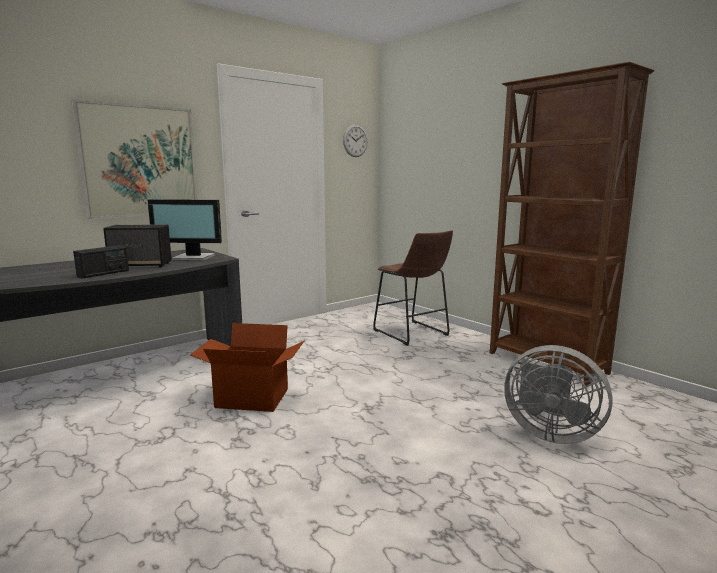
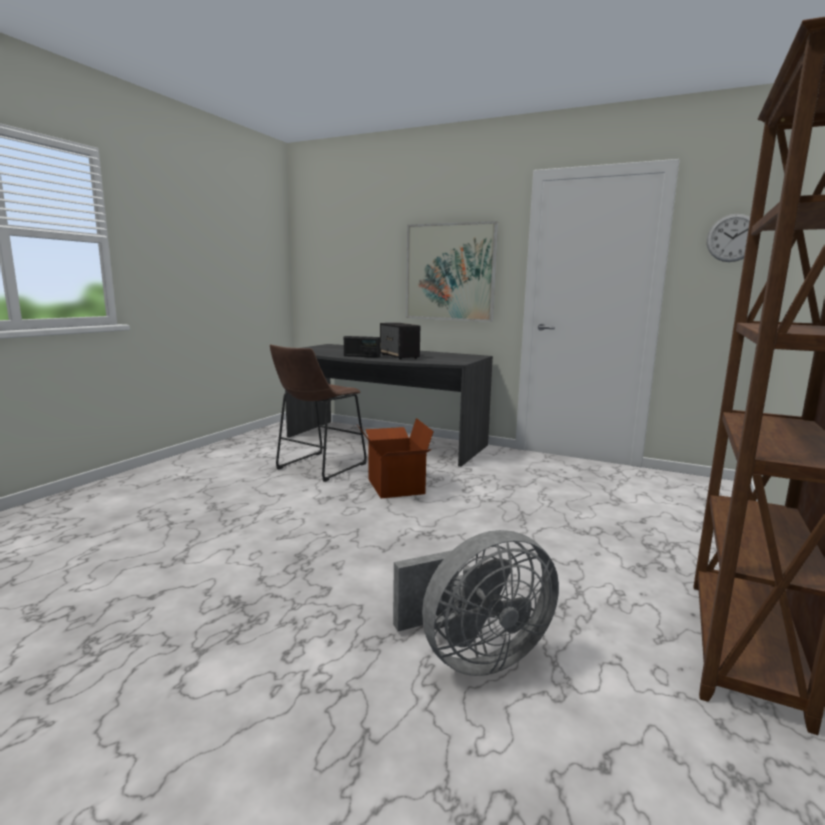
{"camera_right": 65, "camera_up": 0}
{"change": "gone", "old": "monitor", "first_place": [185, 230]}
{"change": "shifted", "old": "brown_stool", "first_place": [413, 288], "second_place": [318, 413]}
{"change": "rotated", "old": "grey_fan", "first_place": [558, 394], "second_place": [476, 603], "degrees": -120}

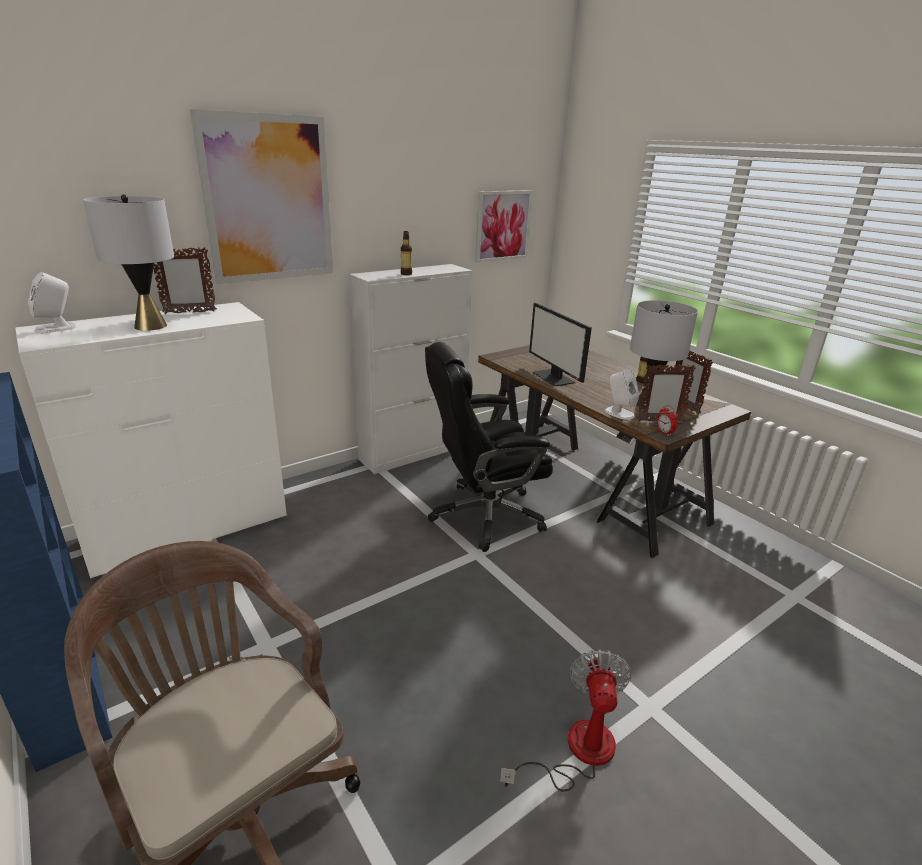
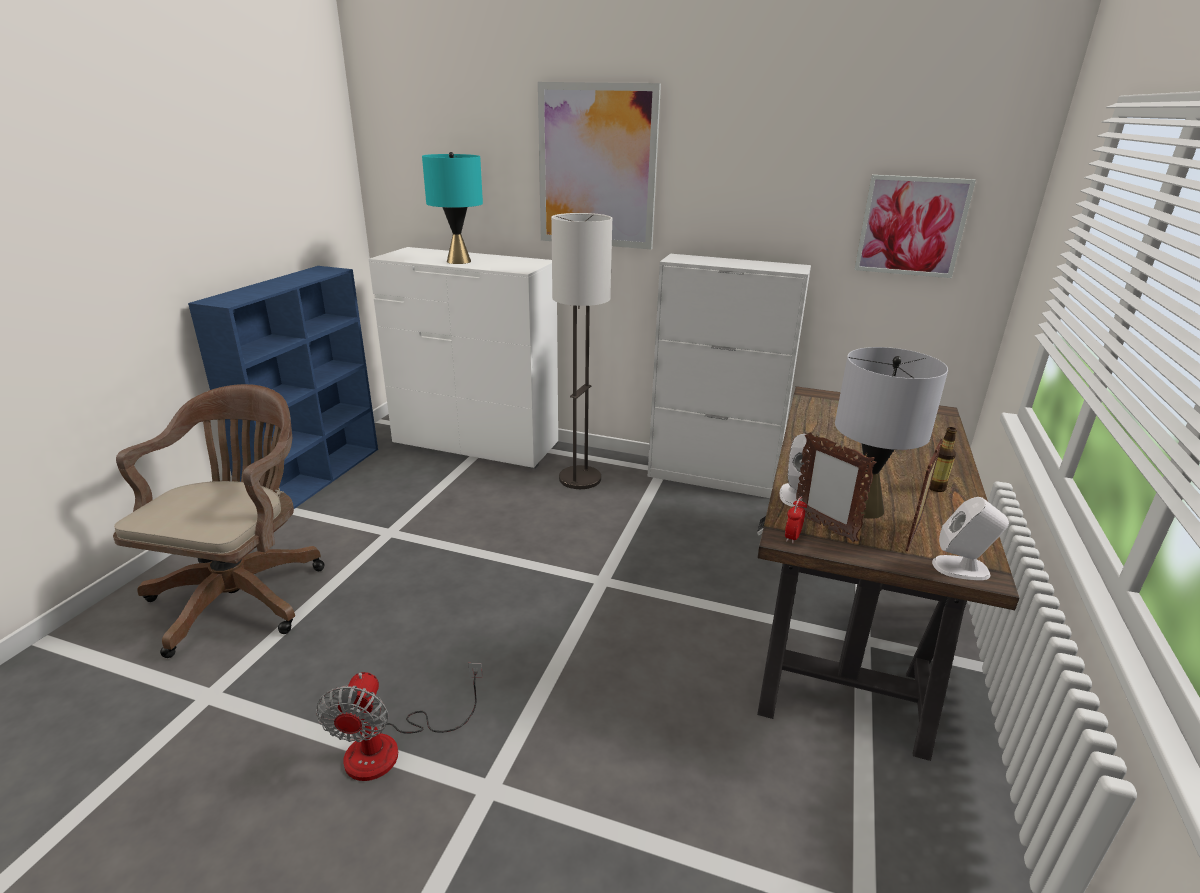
{"camera_right": 55, "camera_up": 0}
{"change": "repainted", "old": "grey_table_lamp", "new": "turquoise_table_lamp", "first_place": [128, 262], "second_place": [452, 208]}
{"change": "gone", "old": "bottle", "first_place": [406, 253]}
{"change": "gone", "old": "picture_frame", "first_place": [185, 280]}
{"change": "shifted", "old": "white_speaker", "first_place": [53, 302], "second_place": [970, 538]}
{"change": "gone", "old": "monitor", "first_place": [560, 344]}
{"change": "gone", "old": "black_office_chair", "first_place": [489, 447]}
{"change": "rotated", "old": "fan", "first_place": [566, 720], "second_place": [399, 722], "degrees": 120}
{"change": "new", "new": "floor_lamp", "second_place": [581, 351]}

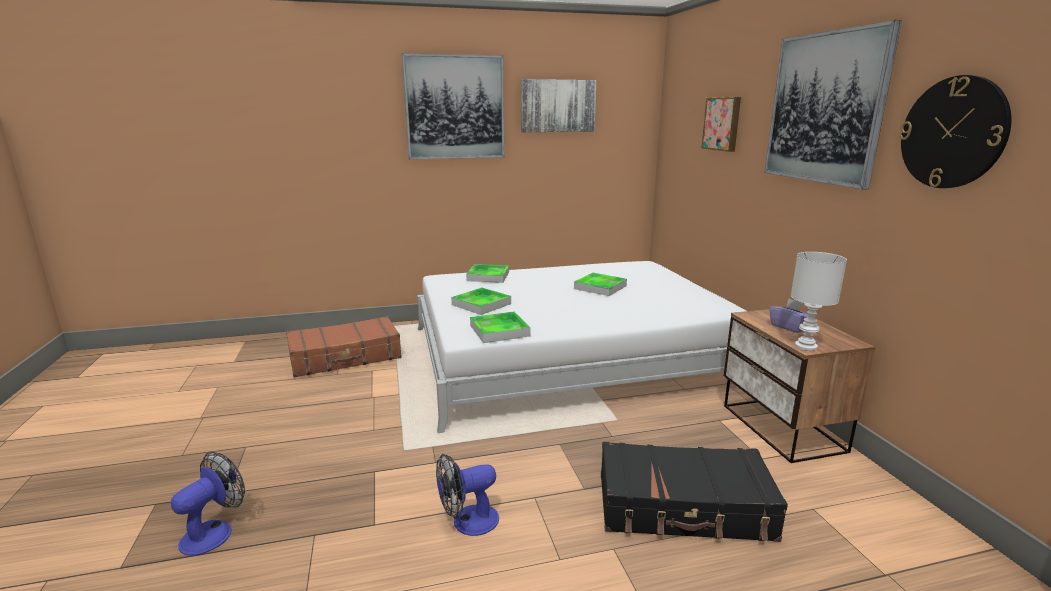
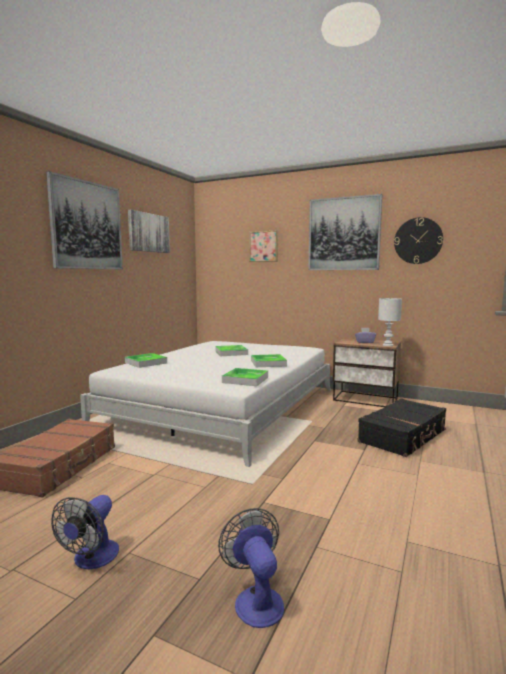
{"camera_right": -50, "camera_up": -10}
{"change": "shifted", "old": "tray", "first_place": [481, 301], "second_place": [269, 360]}
{"change": "shifted", "old": "fan", "first_place": [467, 495], "second_place": [85, 532]}

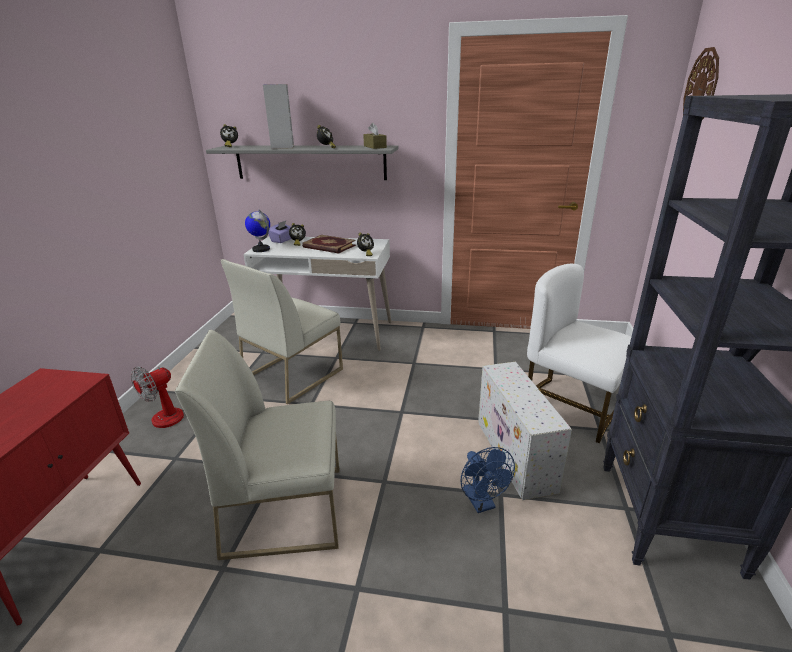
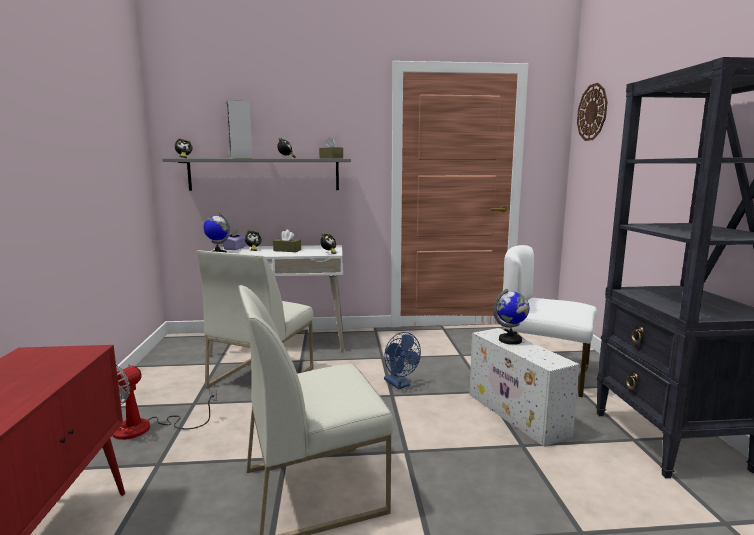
{"camera_right": -15, "camera_up": -15}
{"change": "swapped", "old": "book", "new": "brown_tissue_box", "first_place": [329, 244], "second_place": [287, 241]}
{"change": "shifted", "old": "blue_fan", "first_place": [488, 480], "second_place": [402, 360]}
{"change": "new", "new": "globe", "second_place": [511, 317]}

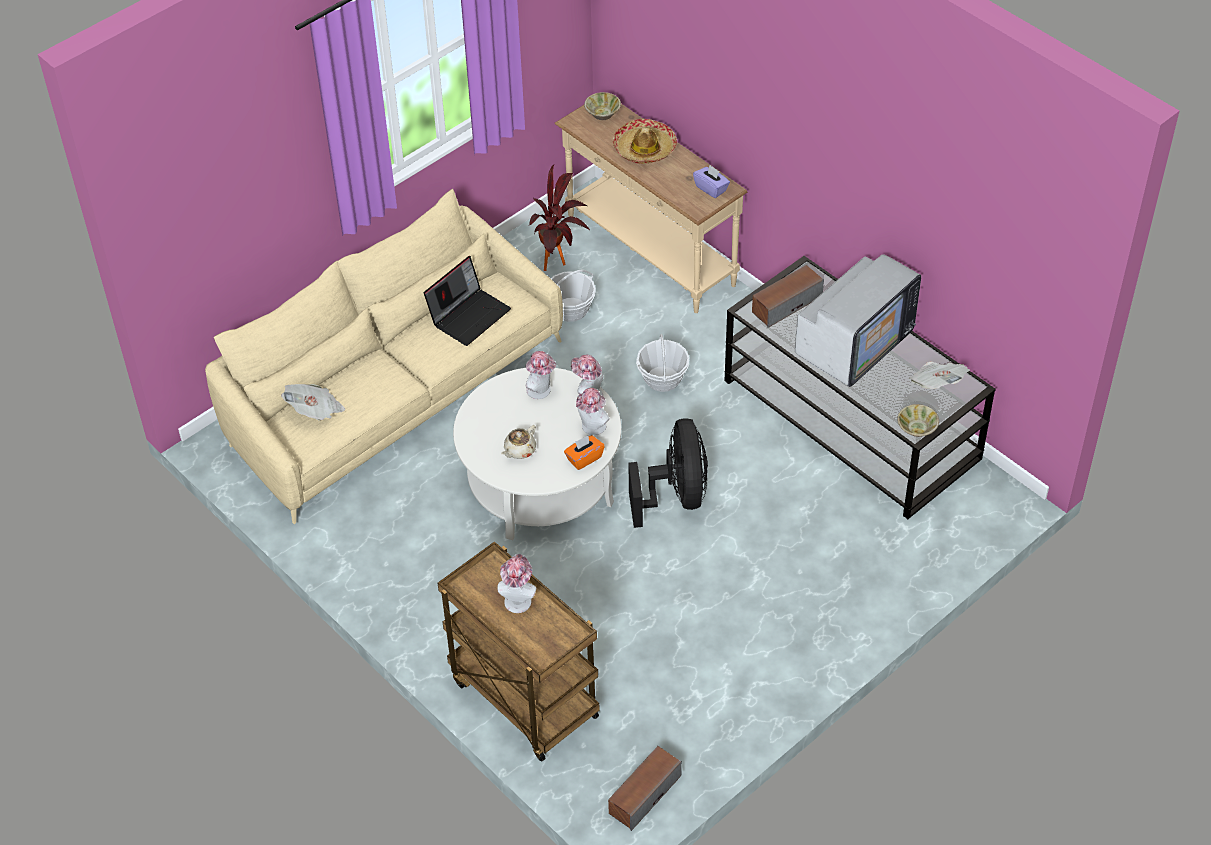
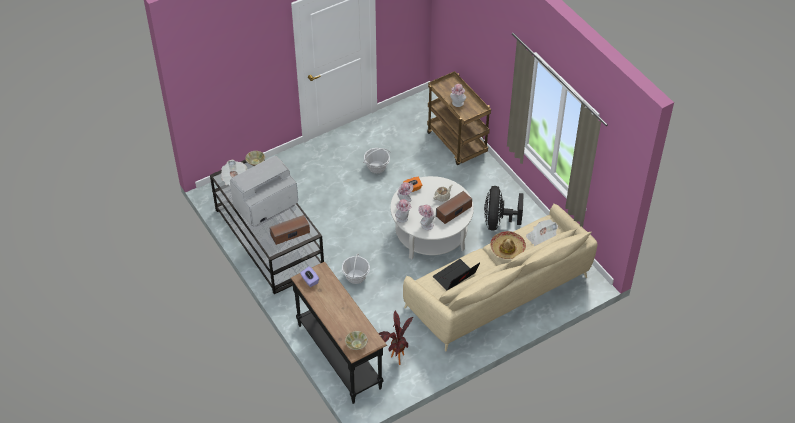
{"camera_right": -170, "camera_up": 0}
{"change": "repainted", "old": "beige_console_table", "new": "black_console_table", "first_place": [650, 208], "second_place": [339, 333]}
{"change": "shifted", "old": "hat", "first_place": [645, 141], "second_place": [508, 245]}
{"change": "shifted", "old": "basket", "first_place": [573, 296], "second_place": [376, 160]}
{"change": "shifted", "old": "black_fan", "first_place": [668, 473], "second_place": [504, 208]}
{"change": "shifted", "old": "speaker", "first_place": [645, 788], "second_place": [454, 207]}

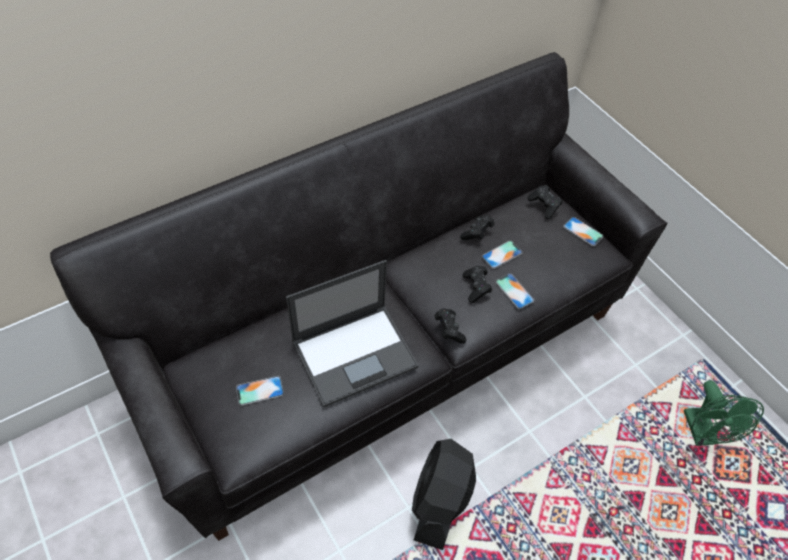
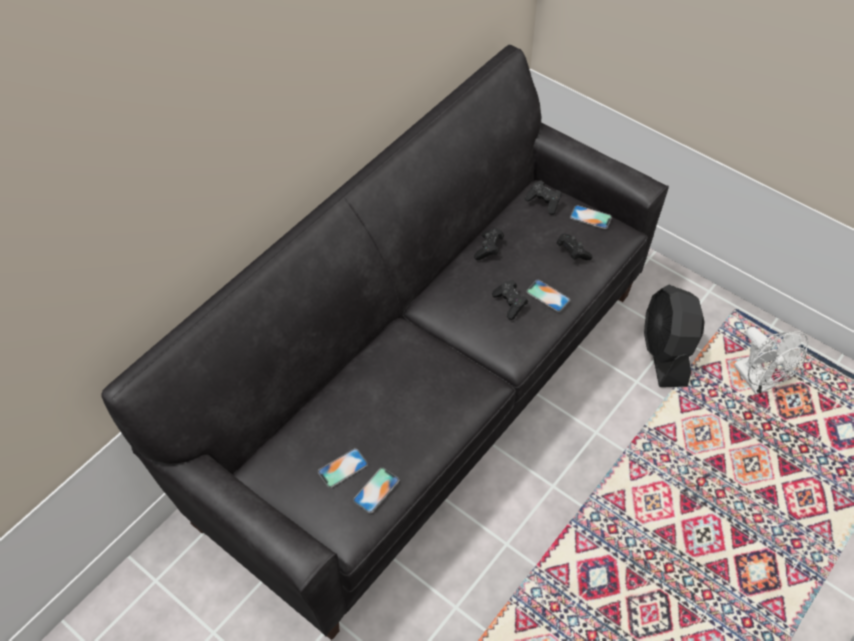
{"camera_right": -15, "camera_up": 0}
{"change": "shifted", "old": "phone", "first_place": [502, 255], "second_place": [376, 490]}
{"change": "gone", "old": "laptop", "first_place": [352, 334]}
{"change": "shifted", "old": "black_game_controller", "first_place": [450, 326], "second_place": [574, 246]}
{"change": "repainted", "old": "green_fan", "new": "white_fan", "first_place": [724, 413], "second_place": [771, 361]}
{"change": "shifted", "old": "black_fan", "first_place": [444, 494], "second_place": [674, 336]}

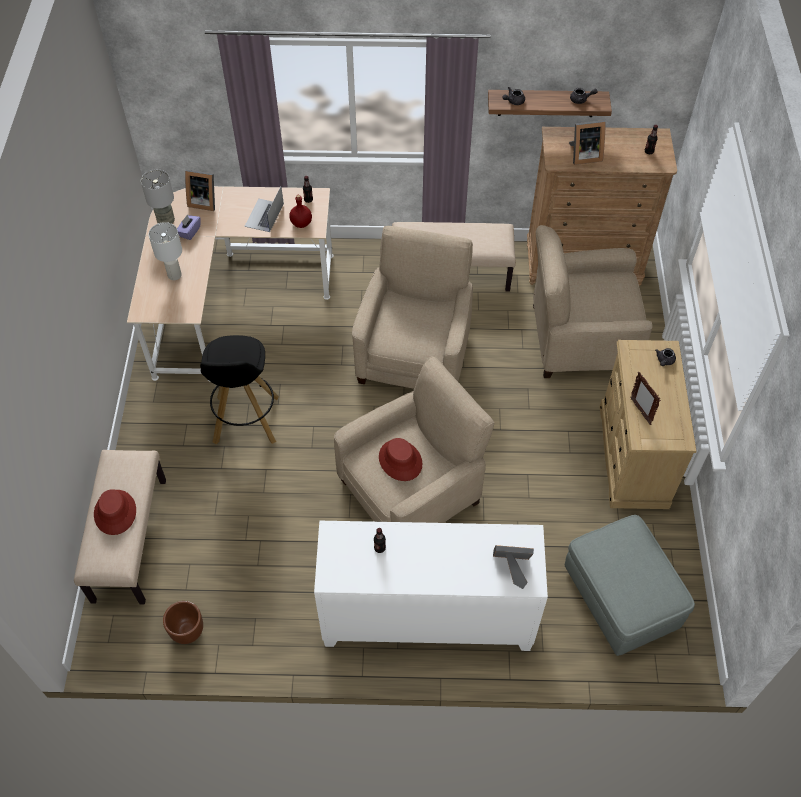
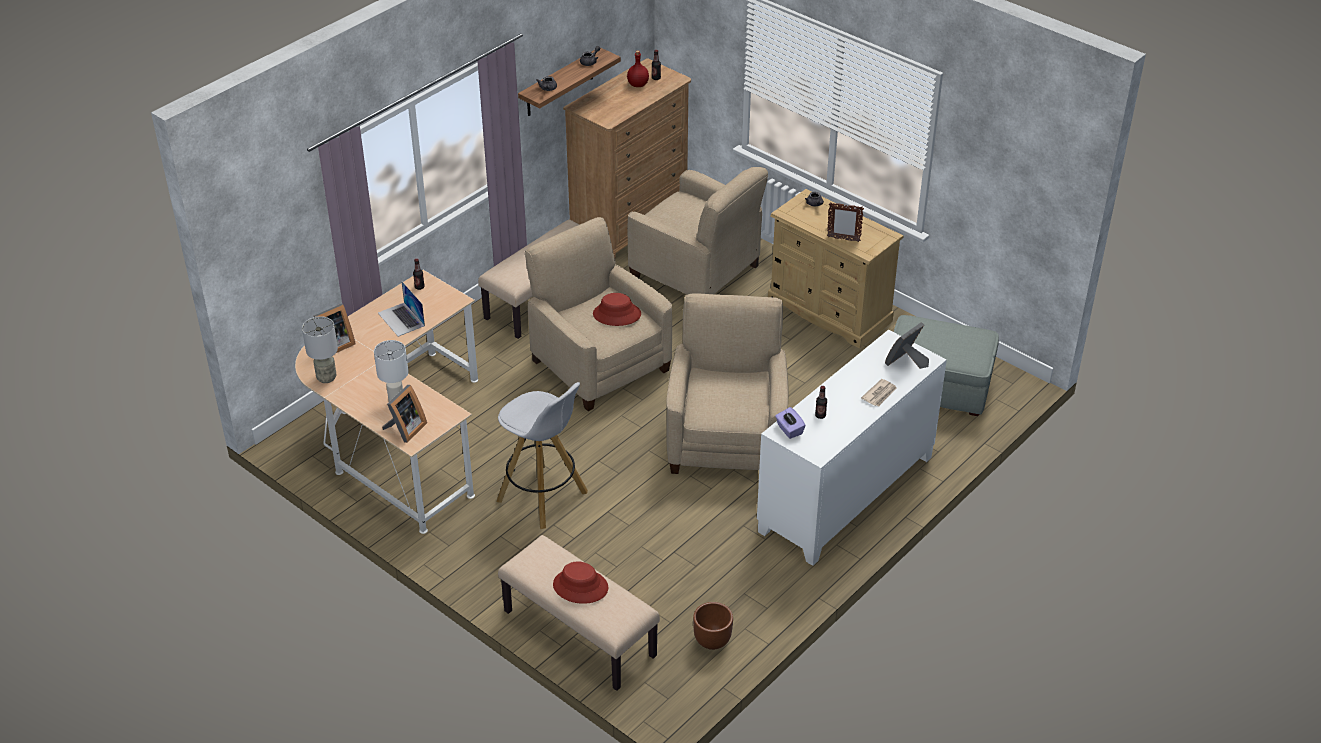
{"camera_right": -50, "camera_up": -15}
{"change": "shifted", "old": "picture_frame", "first_place": [587, 142], "second_place": [404, 414]}
{"change": "shifted", "old": "red_bottle", "first_place": [300, 211], "second_place": [638, 68]}
{"change": "shifted", "old": "purple_tissue_box", "first_place": [189, 227], "second_place": [790, 423]}
{"change": "rotated", "old": "beige_armchair", "first_place": [592, 301], "second_place": [698, 231], "degrees": -90}
{"change": "repainted", "old": "black_stool", "new": "white_stool", "first_place": [239, 389], "second_place": [542, 455]}
{"change": "shifted", "old": "red_hat", "first_place": [400, 459], "second_place": [617, 309]}
{"change": "new", "new": "newspaper", "second_place": [879, 392]}

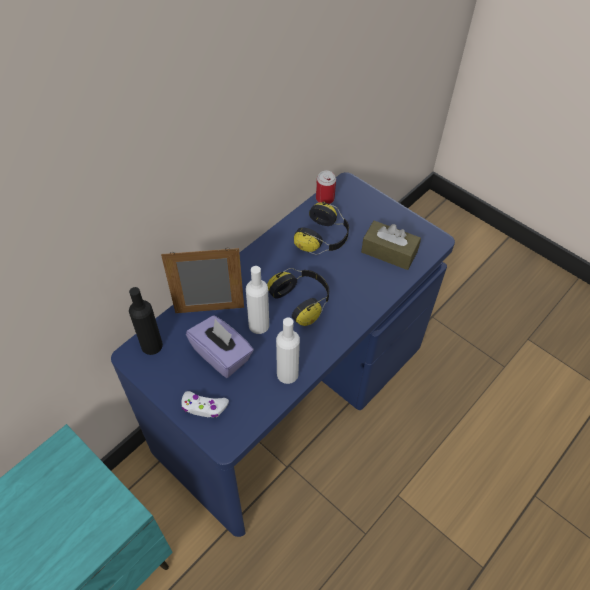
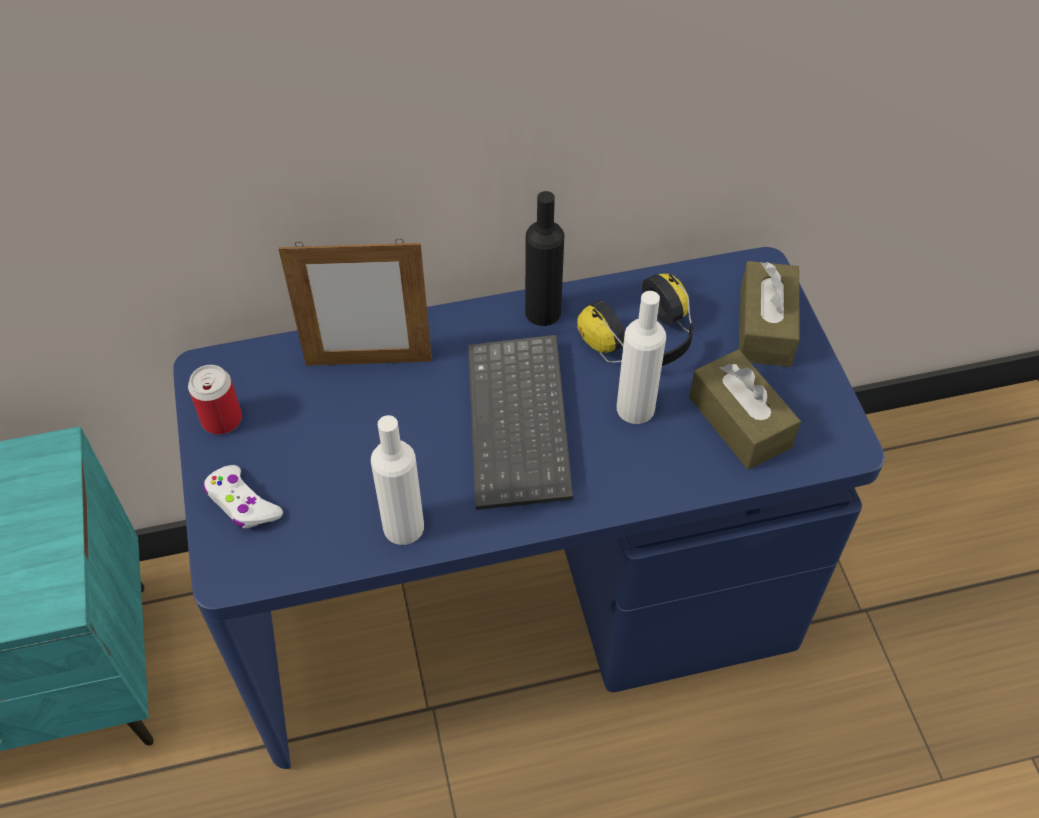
{"camera_right": 35, "camera_up": 0}
{"change": "shifted", "old": "can", "first_place": [326, 187], "second_place": [215, 400]}
{"change": "rotated", "old": "picture_frame", "first_place": [202, 280], "second_place": [355, 302], "degrees": 150}
{"change": "shifted", "old": "white_bottle", "first_place": [257, 300], "second_place": [641, 357]}
{"change": "swapped", "old": "headphones", "new": "keyboard", "first_place": [298, 297], "second_place": [520, 422]}
{"change": "shifted", "old": "black_bottle", "first_place": [146, 321], "second_place": [544, 258]}
{"change": "gone", "old": "purple_tissue_box", "first_place": [220, 347]}
{"change": "new", "new": "brown_tissue_box", "second_place": [769, 314]}

